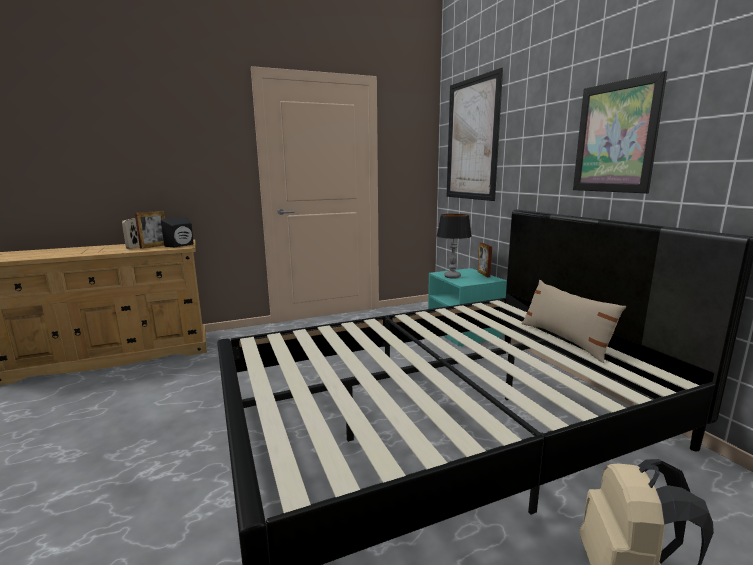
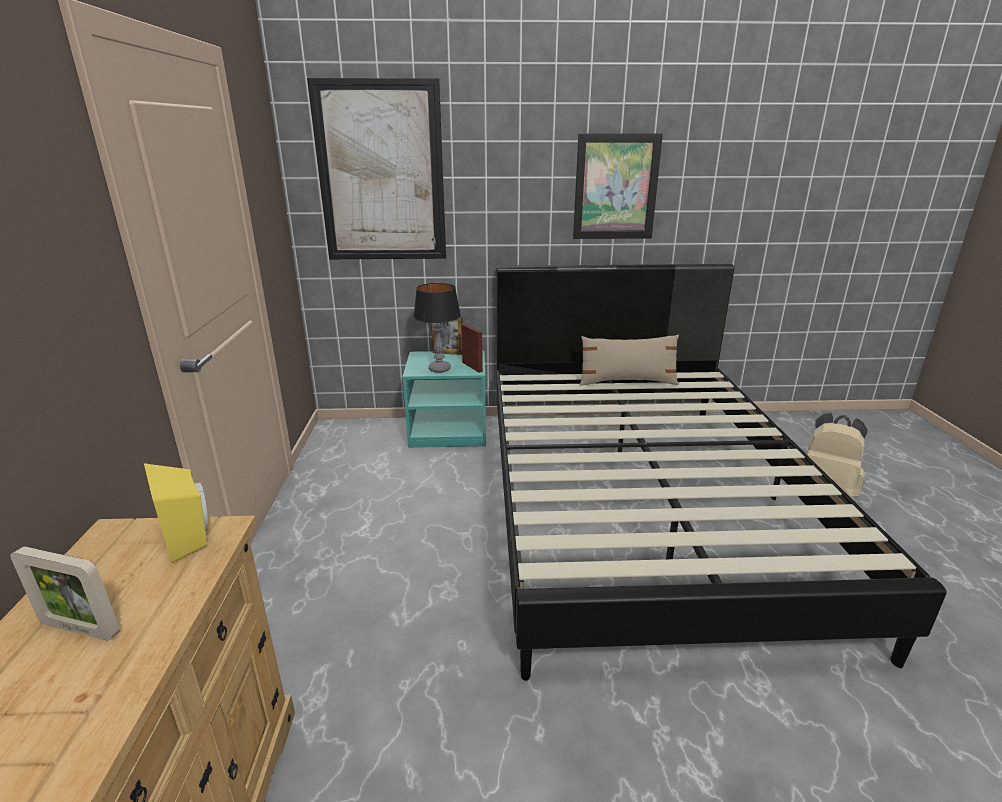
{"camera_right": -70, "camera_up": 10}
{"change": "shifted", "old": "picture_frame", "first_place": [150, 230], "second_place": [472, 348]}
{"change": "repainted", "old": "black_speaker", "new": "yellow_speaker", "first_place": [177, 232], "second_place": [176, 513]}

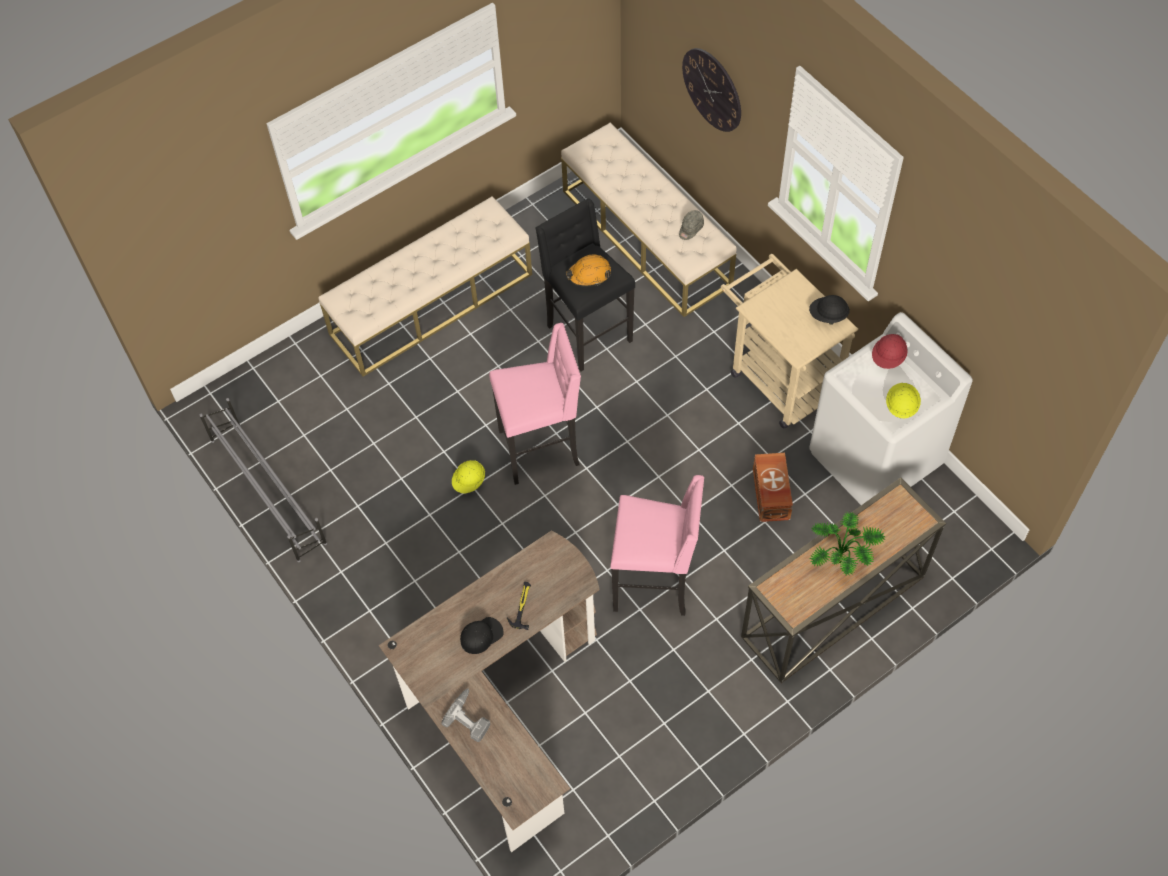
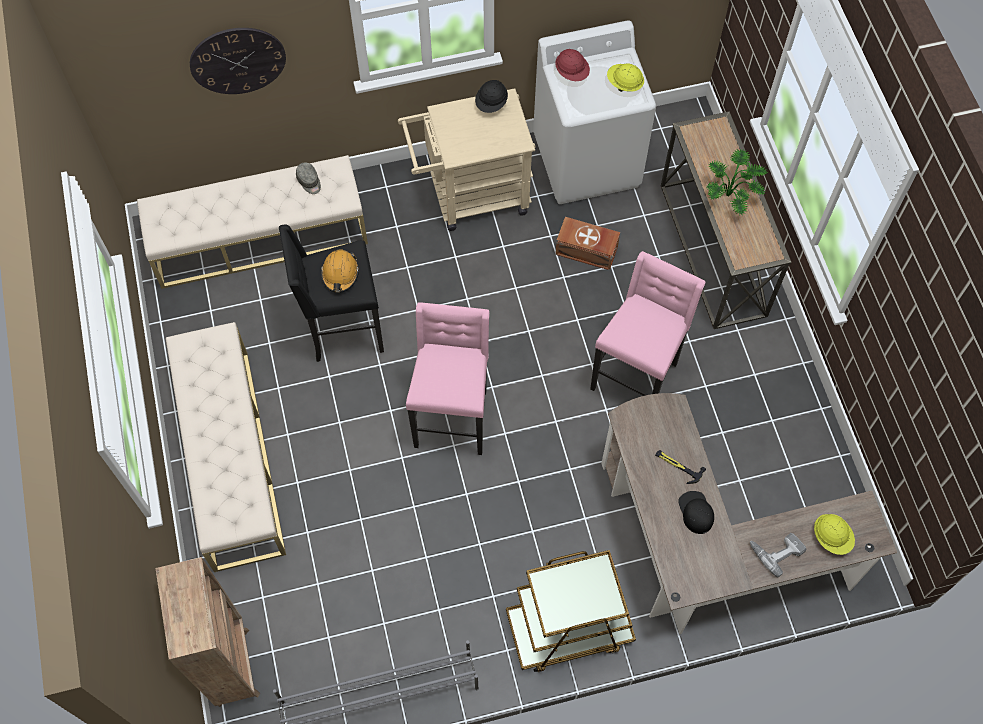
{"camera_right": -70, "camera_up": 5}
{"change": "shifted", "old": "yellow_hard_hat", "first_place": [468, 476], "second_place": [834, 534]}
{"change": "new", "new": "brown_cart", "second_place": [571, 611]}
{"change": "new", "new": "brown_bookcase", "second_place": [208, 632]}

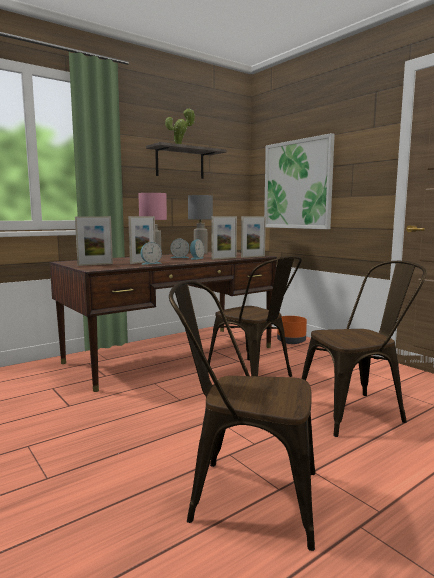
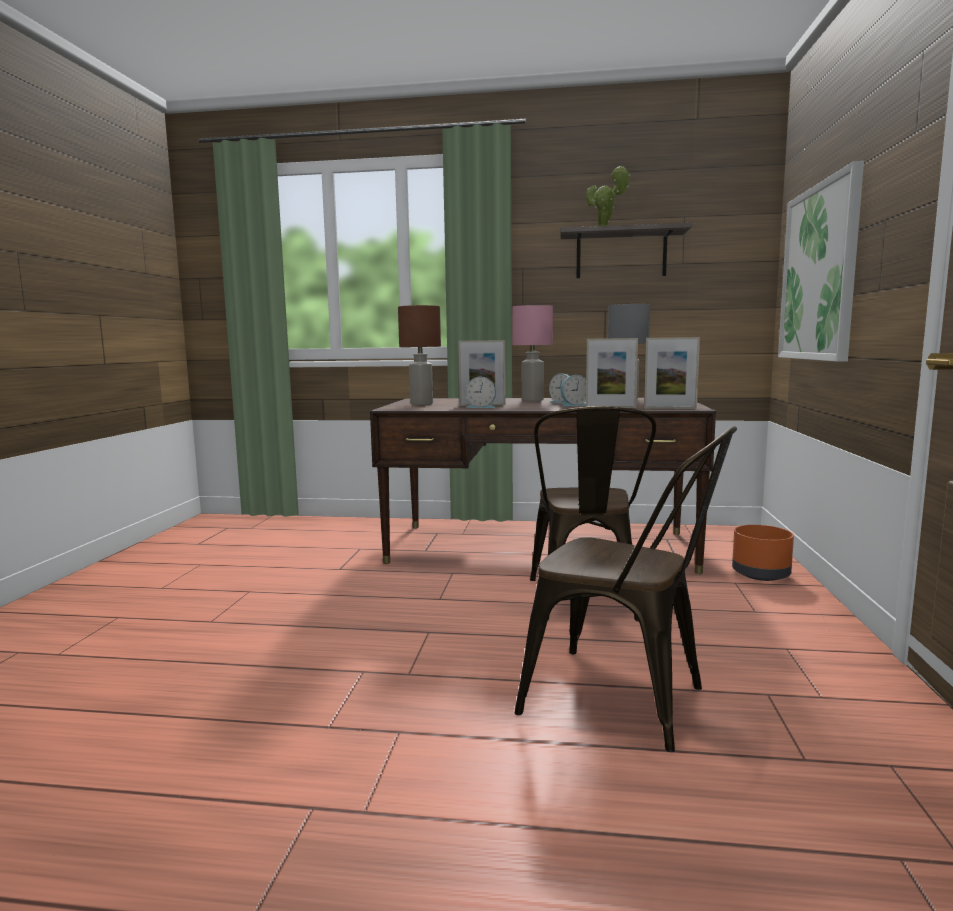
{"camera_right": 45, "camera_up": 0}
{"change": "swapped", "old": "picture_frame", "new": "brown_table_lamp", "first_place": [94, 241], "second_place": [419, 355]}
{"change": "gone", "old": "brown_chair", "first_place": [242, 416]}

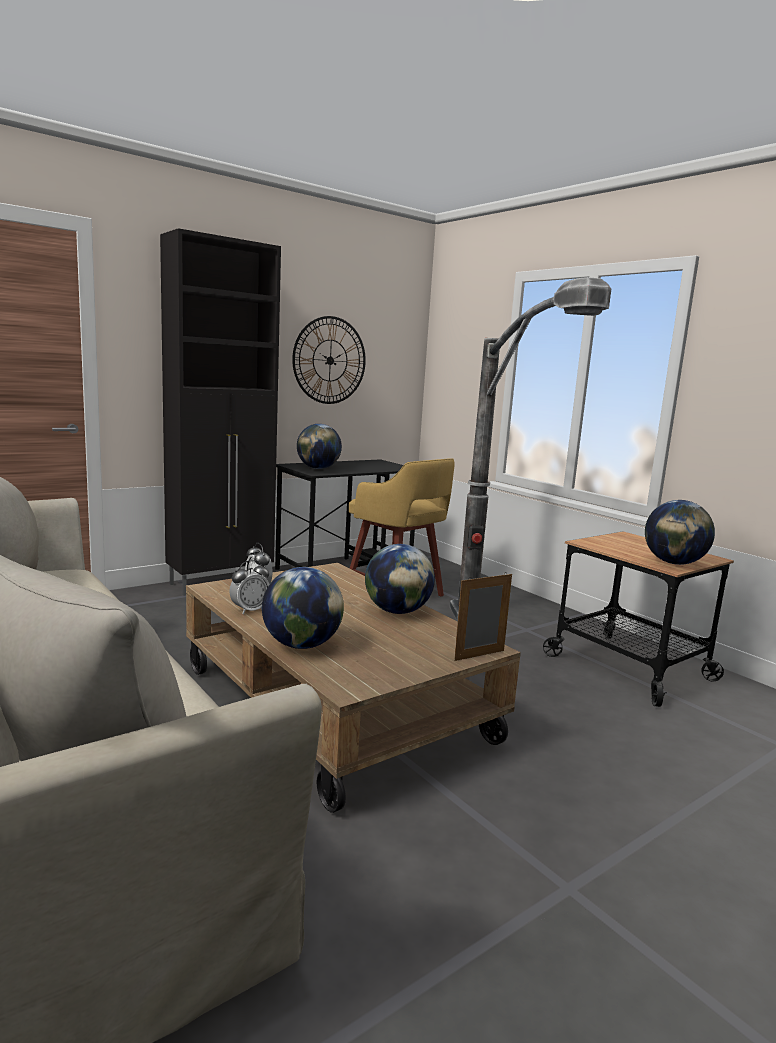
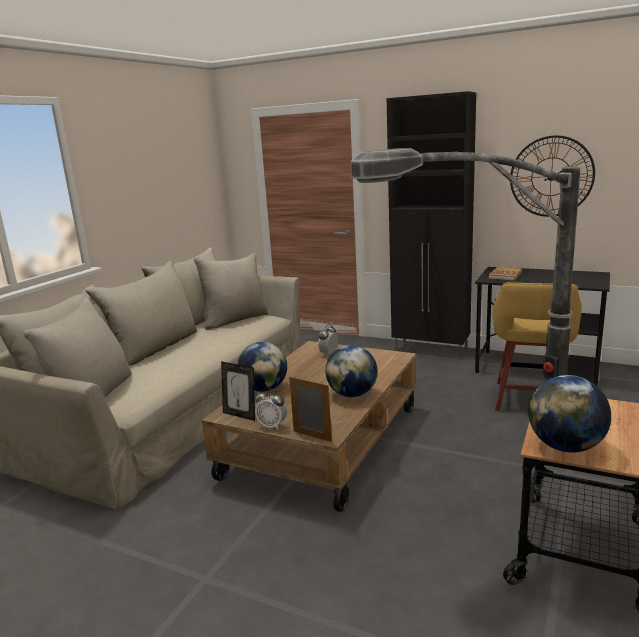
{"camera_right": 65, "camera_up": 5}
{"change": "swapped", "old": "globe", "new": "book", "first_place": [319, 446], "second_place": [505, 273]}
{"change": "shifted", "old": "alarm_clock", "first_place": [249, 587], "second_place": [271, 409]}
{"change": "new", "new": "picture_frame", "second_place": [238, 391]}

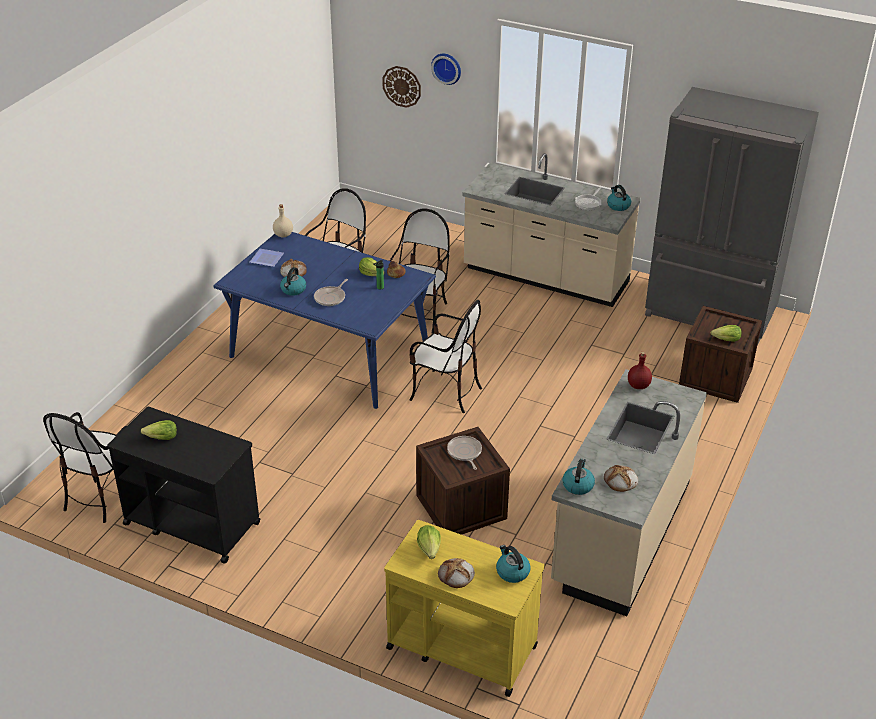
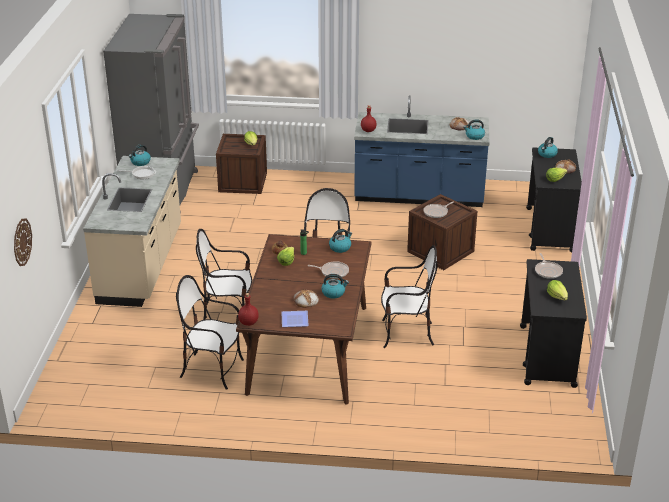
{"camera_right": -110, "camera_up": -5}
{"change": "gone", "old": "wall_clock", "first_place": [446, 69]}
{"change": "repainted", "old": "beige_bottle", "new": "red_bottle", "first_place": [283, 221], "second_place": [248, 309]}
{"change": "repainted", "old": "blue_dining_table", "new": "brown_dining_table", "first_place": [324, 320], "second_place": [304, 319]}
{"change": "repainted", "old": "beige_counter", "new": "blue_counter", "first_place": [629, 492], "second_place": [422, 151]}
{"change": "shifted", "old": "chair", "first_place": [84, 467], "second_place": [409, 296]}
{"change": "repainted", "old": "yellow_cart", "new": "black_cart", "first_place": [464, 608], "second_place": [554, 200]}
{"change": "new", "new": "kettle", "second_place": [340, 241]}
{"change": "new", "new": "frying_pan", "second_place": [549, 266]}

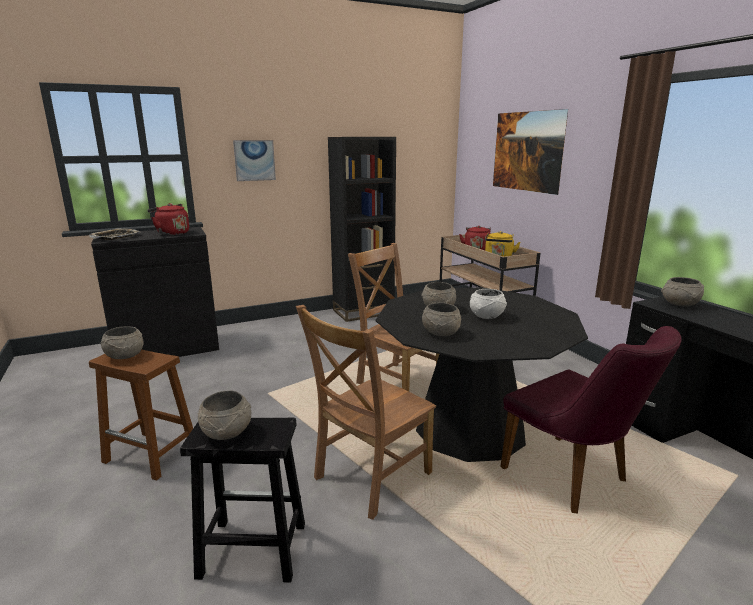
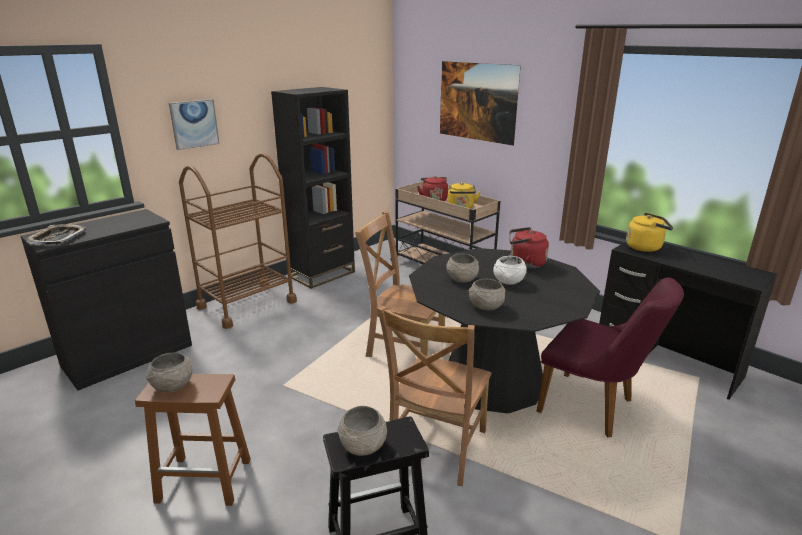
{"camera_right": -20, "camera_up": 5}
{"change": "shifted", "old": "red_kettle", "first_place": [168, 219], "second_place": [529, 247]}
{"change": "swapped", "old": "grey_bowl", "new": "yellow_kettle", "first_place": [682, 292], "second_place": [649, 232]}
{"change": "new", "new": "brown_cart", "second_place": [238, 241]}

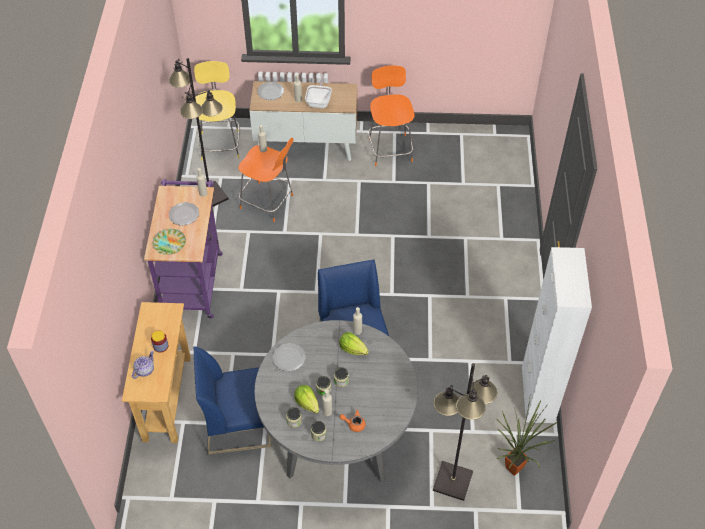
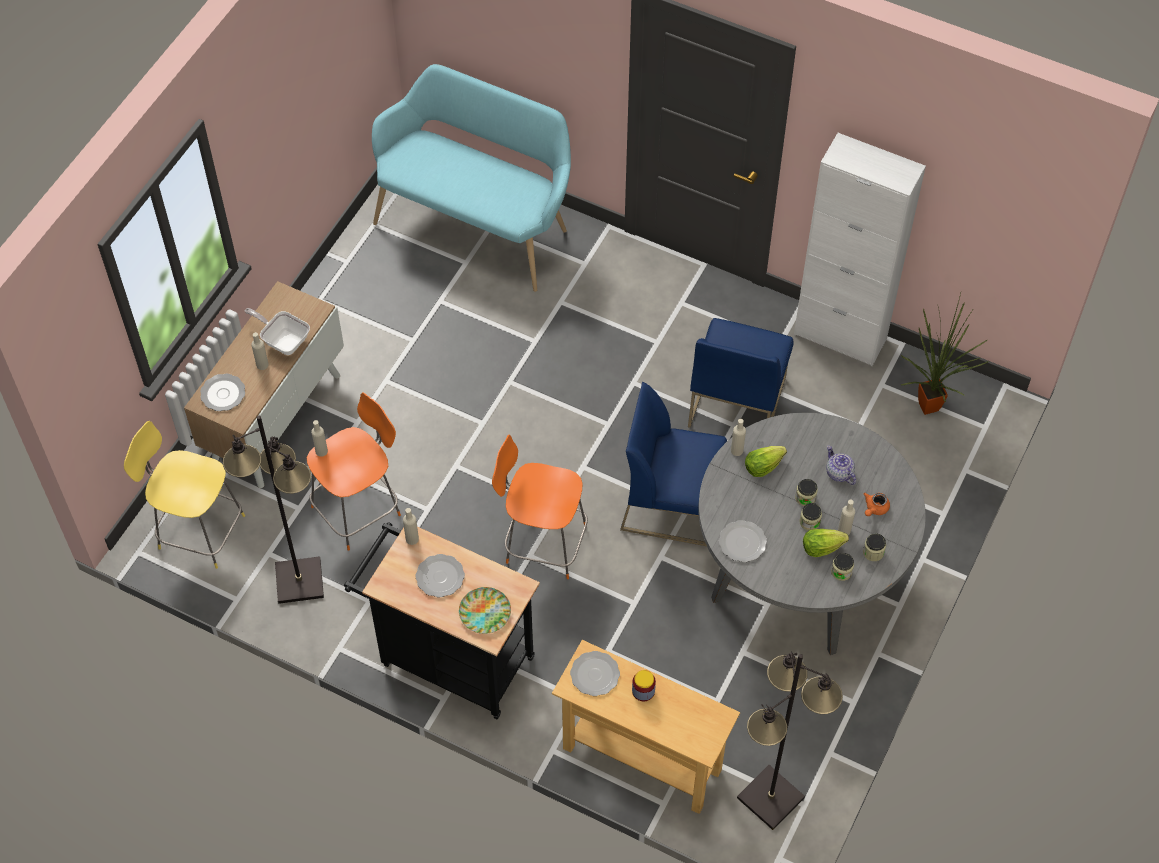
{"camera_right": -65, "camera_up": 5}
{"change": "shifted", "old": "orange_stool", "first_place": [391, 115], "second_place": [540, 507]}
{"change": "repainted", "old": "purple_cart", "new": "black_cart", "first_place": [183, 249], "second_place": [442, 620]}
{"change": "shifted", "old": "blue_chair", "first_place": [232, 400], "second_place": [741, 373]}
{"change": "shifted", "old": "teapot", "first_place": [143, 365], "second_place": [841, 465]}
{"change": "shifted", "old": "black_floor_lamp", "first_place": [465, 432], "second_place": [790, 741]}
{"change": "new", "new": "turquoise_bench", "second_place": [471, 178]}
{"change": "new", "new": "plate", "second_place": [595, 673]}

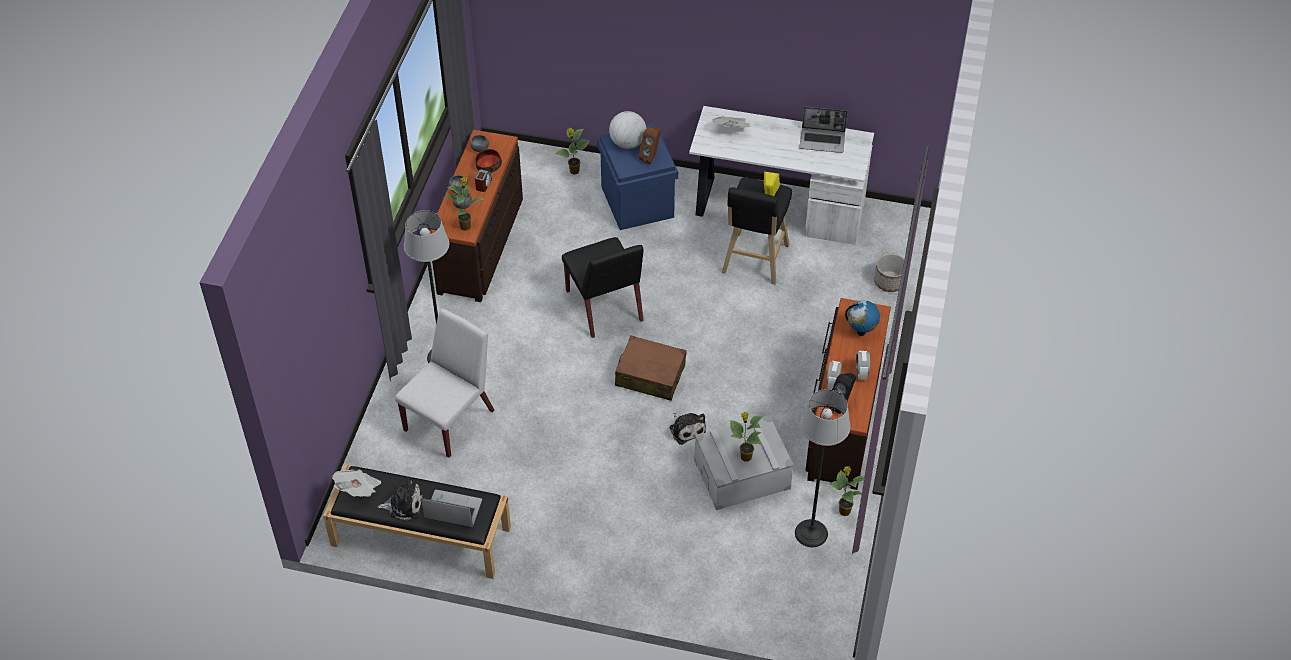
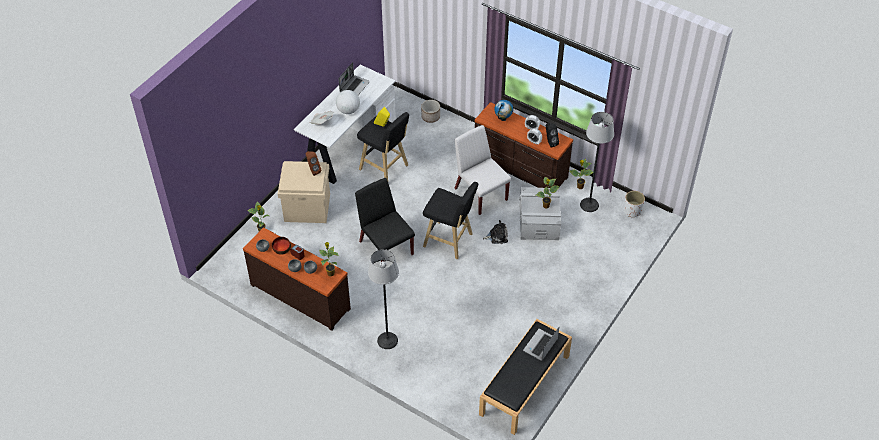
{"camera_right": -70, "camera_up": 0}
{"change": "shifted", "old": "globe", "first_place": [627, 130], "second_place": [348, 102]}
{"change": "repainted", "old": "blue_storage_box", "new": "beige_storage_box", "first_place": [637, 177], "second_place": [304, 192]}
{"change": "rotated", "old": "black_chair", "first_place": [603, 287], "second_place": [385, 219], "degrees": -120}
{"change": "shifted", "old": "white_chair", "first_place": [445, 383], "second_place": [482, 170]}
{"change": "swapped", "old": "brown_suitcase", "new": "black_stool", "first_place": [651, 368], "second_place": [450, 220]}
{"change": "gone", "old": "newspaper", "first_place": [356, 483]}
{"change": "gone", "old": "plush_toy", "first_place": [400, 498]}
{"change": "new", "new": "white_planter", "second_place": [634, 204]}

